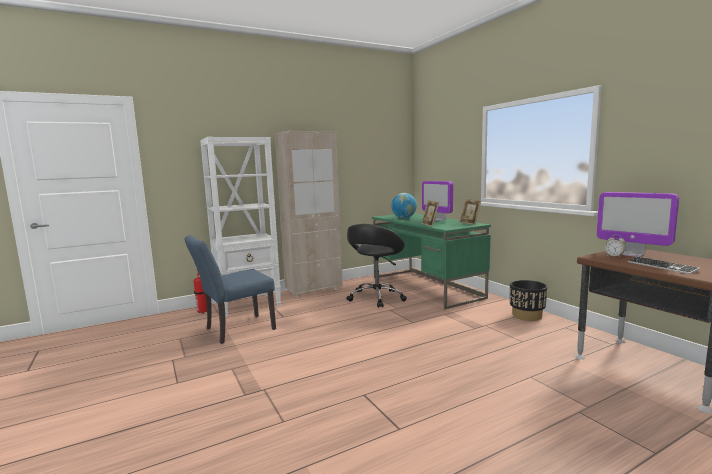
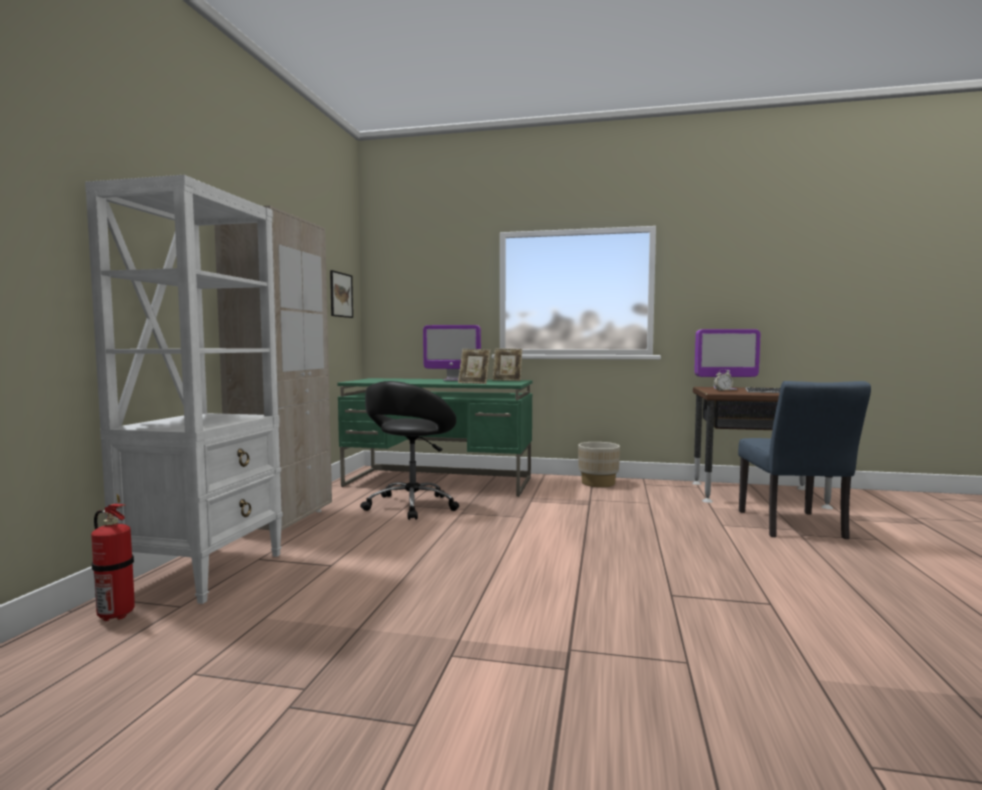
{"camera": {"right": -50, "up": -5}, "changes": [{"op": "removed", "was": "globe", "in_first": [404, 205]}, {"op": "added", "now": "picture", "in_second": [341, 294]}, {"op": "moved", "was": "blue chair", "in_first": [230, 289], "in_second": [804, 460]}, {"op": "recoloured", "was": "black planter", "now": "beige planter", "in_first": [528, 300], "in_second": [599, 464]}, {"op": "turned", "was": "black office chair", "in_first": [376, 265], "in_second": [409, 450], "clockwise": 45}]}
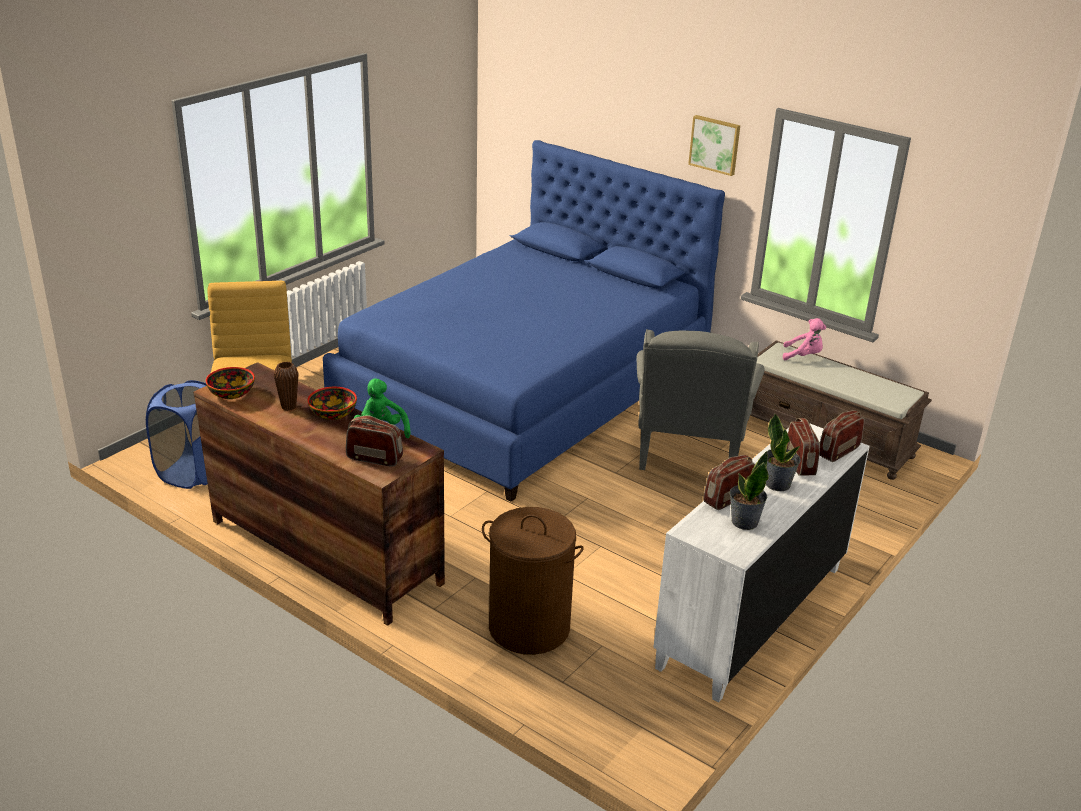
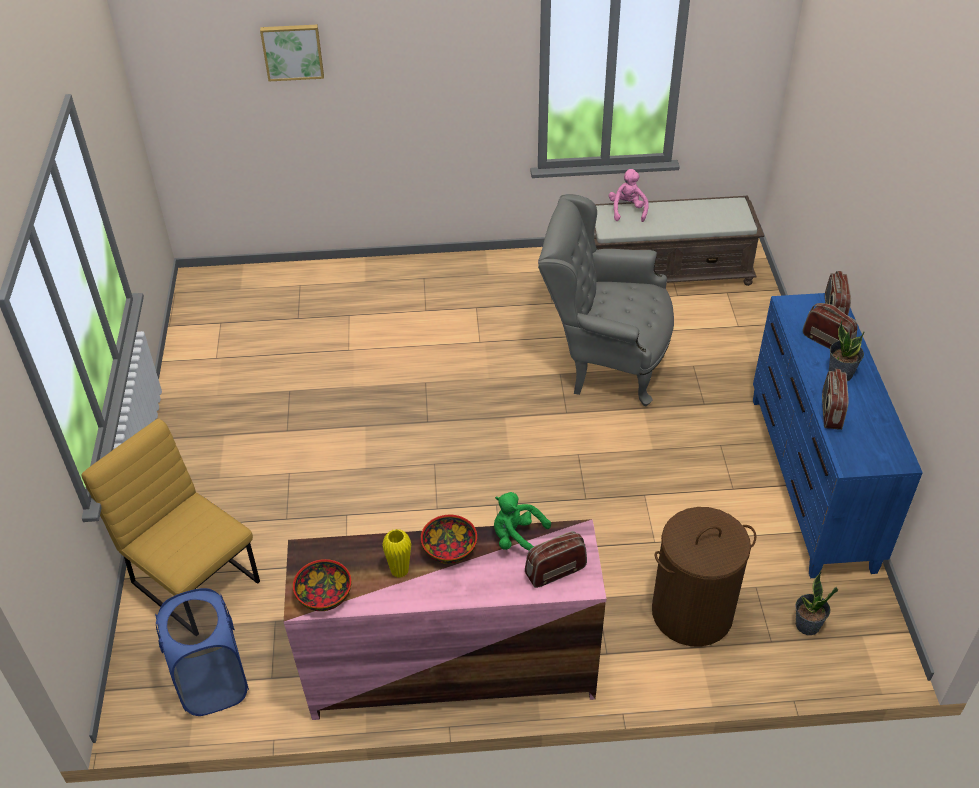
{"camera": {"right": -40, "up": 15}, "changes": [{"op": "removed", "was": "blue bed", "in_first": [524, 321]}, {"op": "moved", "was": "picture", "in_first": [714, 145], "in_second": [292, 52]}, {"op": "moved", "was": "potted plant", "in_first": [749, 490], "in_second": [816, 602]}, {"op": "recoloured", "was": "brown cabinet", "now": "pink cabinet", "in_first": [319, 494], "in_second": [445, 619]}, {"op": "recoloured", "was": "brown vase", "now": "yellow vase", "in_first": [286, 386], "in_second": [396, 553]}, {"op": "recoloured", "was": "white dresser", "now": "blue dresser", "in_first": [761, 563], "in_second": [838, 435]}, {"op": "turned", "was": "grey armchair", "in_first": [701, 399], "in_second": [606, 300], "clockwise": 135}, {"op": "turned", "was": "pink plush toy", "in_first": [804, 339], "in_second": [629, 195], "clockwise": -60}]}
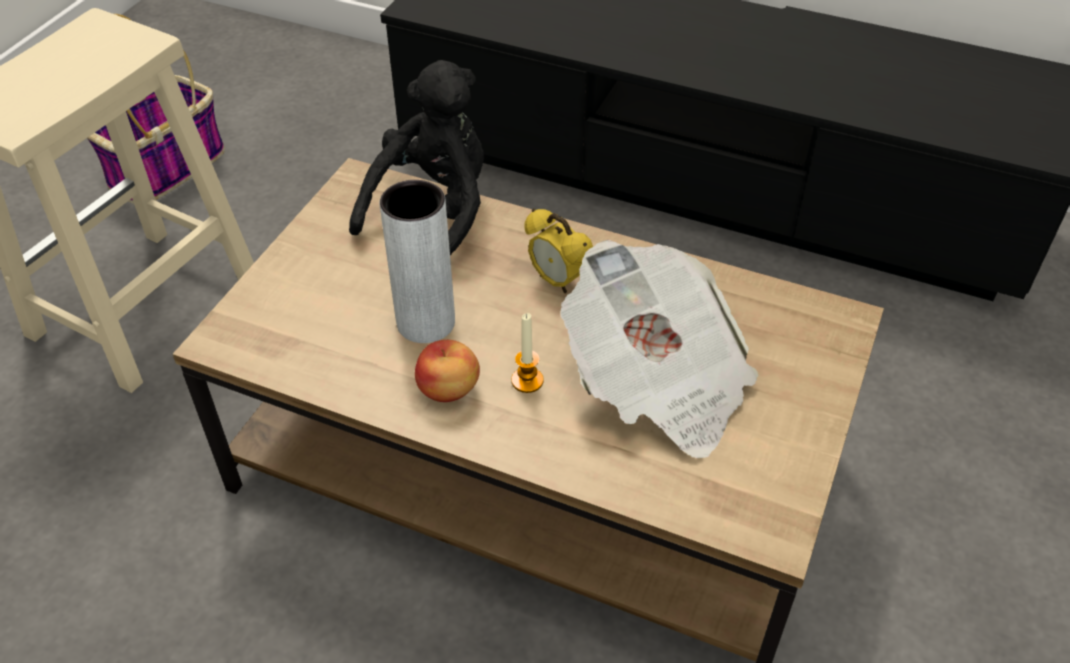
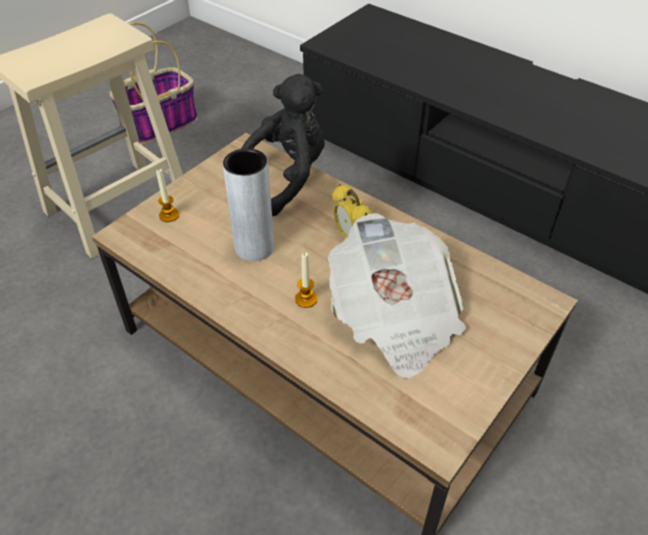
{"camera": {"right": 15, "up": 0}, "changes": [{"op": "removed", "was": "apple", "in_first": [447, 371]}, {"op": "added", "now": "candle", "in_second": [167, 195]}]}
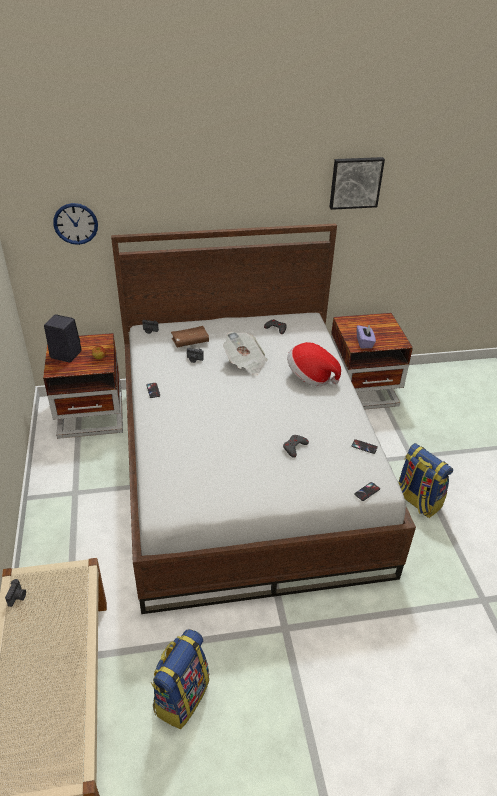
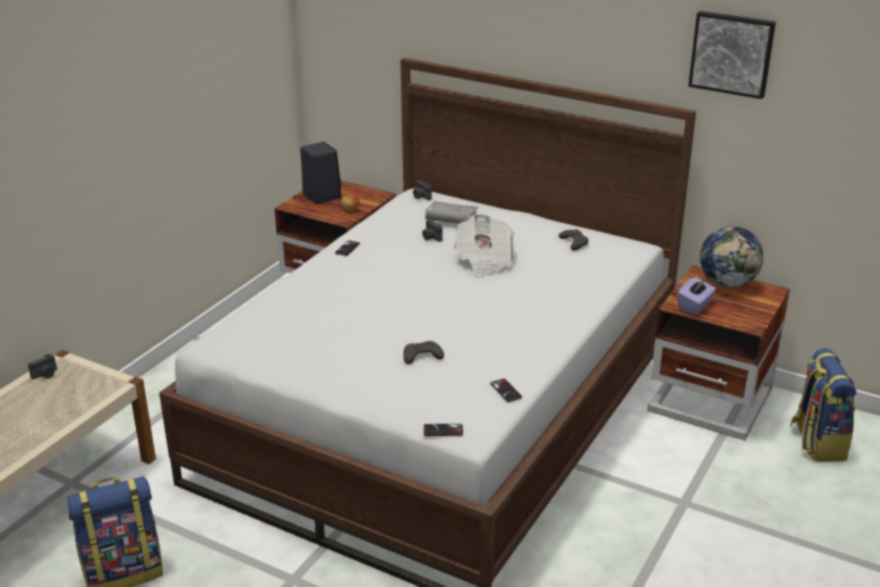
{"camera": {"right": 40, "up": -10}, "changes": [{"op": "removed", "was": "wall clock", "in_first": [75, 224]}, {"op": "removed", "was": "hat", "in_first": [314, 364]}, {"op": "added", "now": "globe", "in_second": [731, 257]}, {"op": "moved", "was": "backpack", "in_first": [425, 480], "in_second": [823, 405]}, {"op": "recoloured", "was": "brown book", "now": "grey book", "in_first": [190, 336], "in_second": [452, 212]}]}
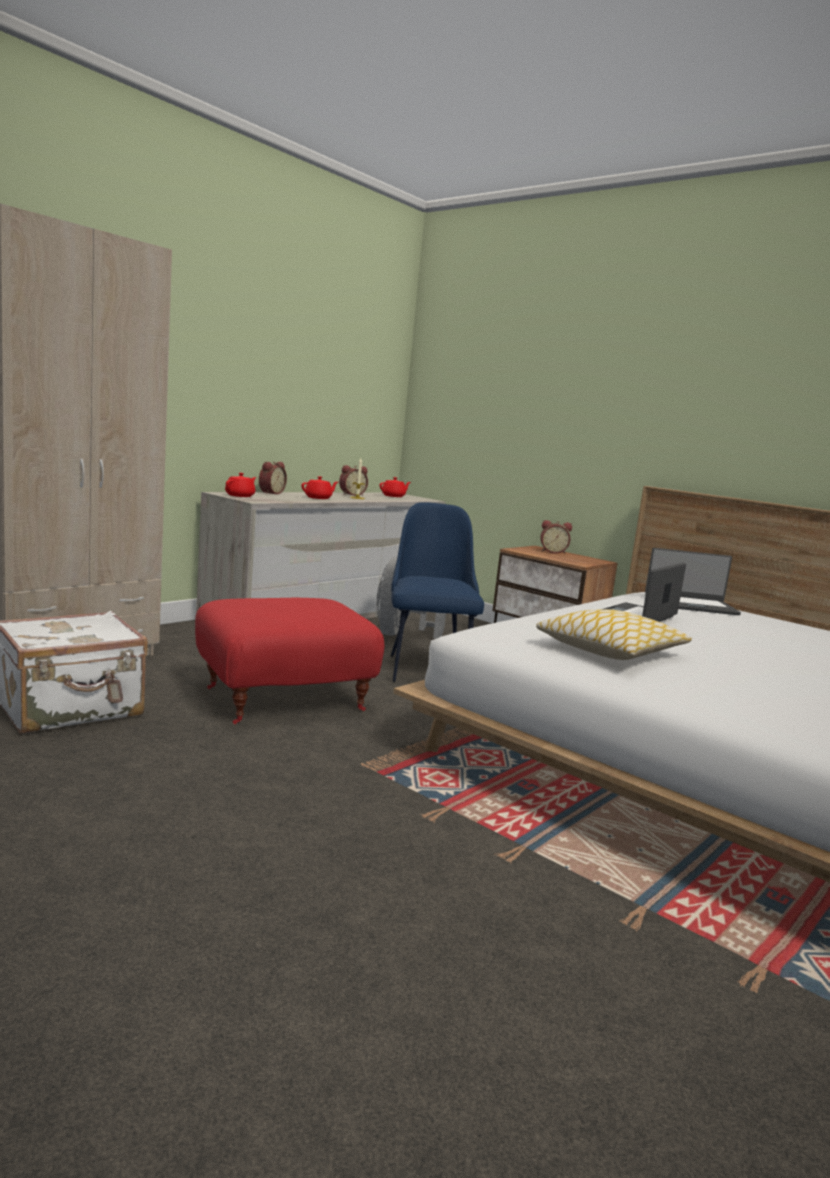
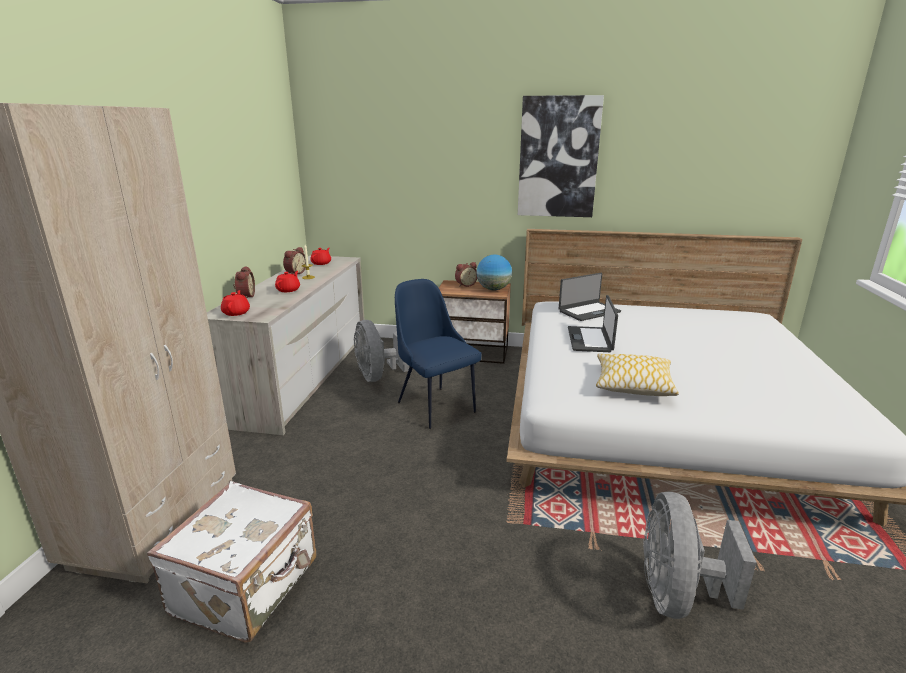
{"camera": {"right": -30, "up": 10}, "changes": [{"op": "removed", "was": "red ottoman", "in_first": [289, 661]}, {"op": "added", "now": "globe", "in_second": [494, 272]}, {"op": "added", "now": "picture", "in_second": [561, 156]}, {"op": "added", "now": "grey fan", "in_second": [700, 555]}]}
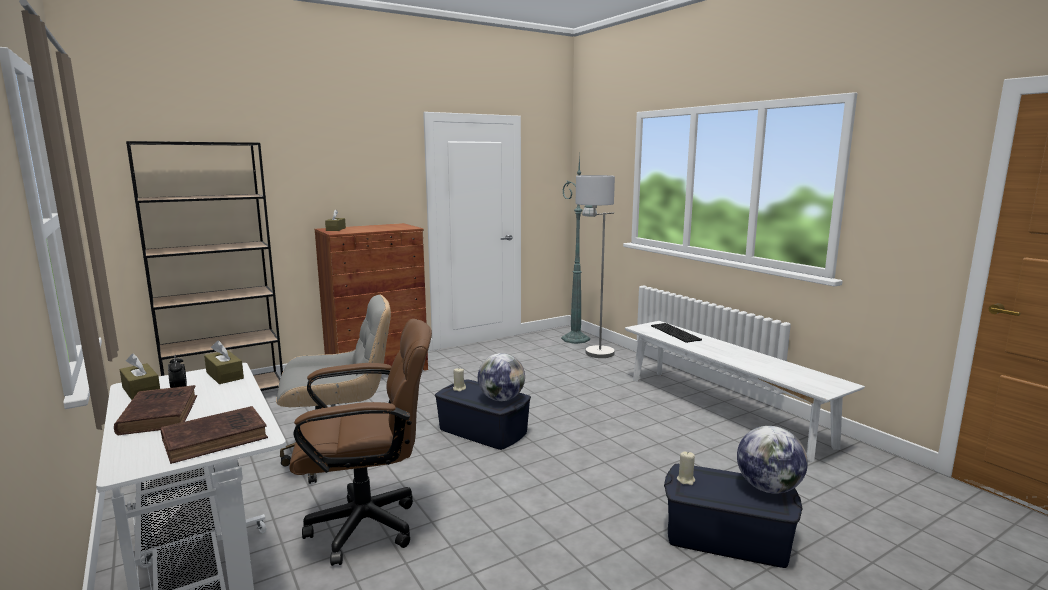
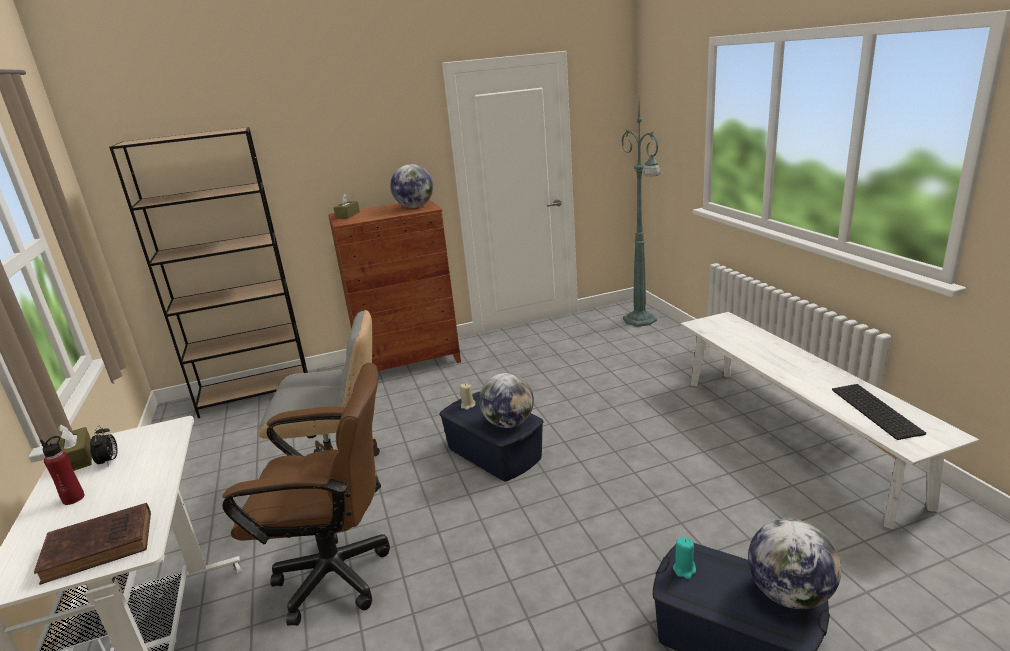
{"camera": {"right": 15, "up": 10}, "changes": [{"op": "removed", "was": "brown tissue box", "in_first": [224, 362]}, {"op": "removed", "was": "grey floor lamp", "in_first": [595, 266]}, {"op": "added", "now": "globe", "in_second": [411, 186]}, {"op": "moved", "was": "keyboard", "in_first": [676, 333], "in_second": [879, 412]}, {"op": "replaced", "was": "brown book", "now": "red bottle", "in_first": [155, 410], "in_second": [62, 470]}, {"op": "recoloured", "was": "beige candle", "now": "turquoise candle", "in_first": [686, 468], "in_second": [684, 558]}]}
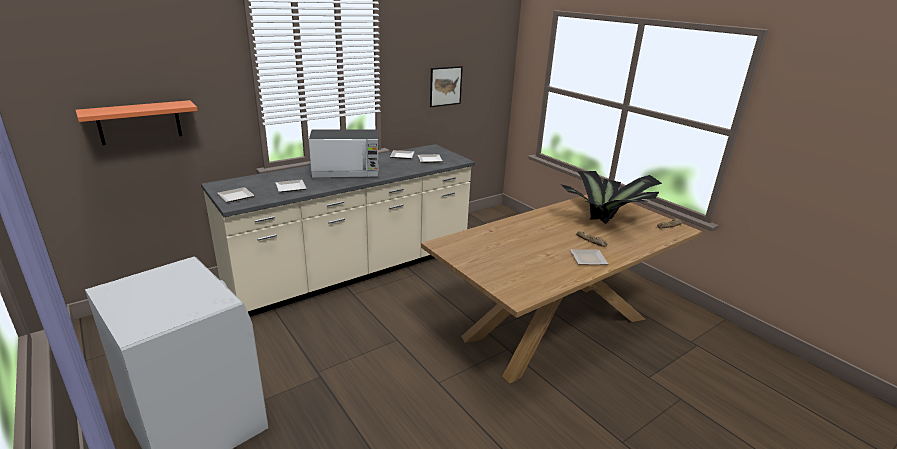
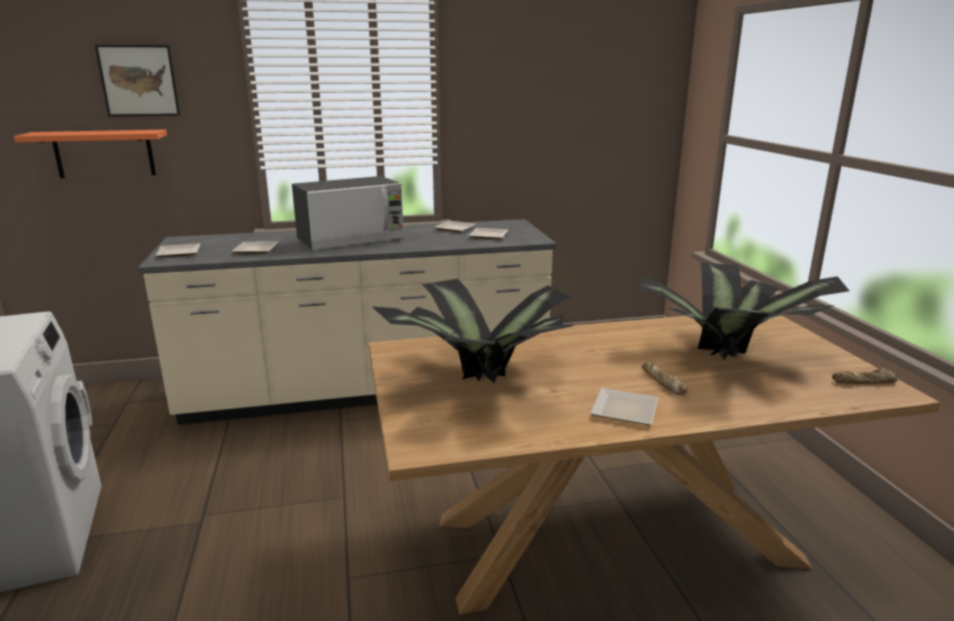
{"camera": {"right": 25, "up": -5}, "changes": [{"op": "added", "now": "potted plant", "in_second": [472, 331]}, {"op": "moved", "was": "picture", "in_first": [446, 86], "in_second": [137, 81]}, {"op": "turned", "was": "microwave", "in_first": [344, 153], "in_second": [348, 213], "clockwise": -45}]}
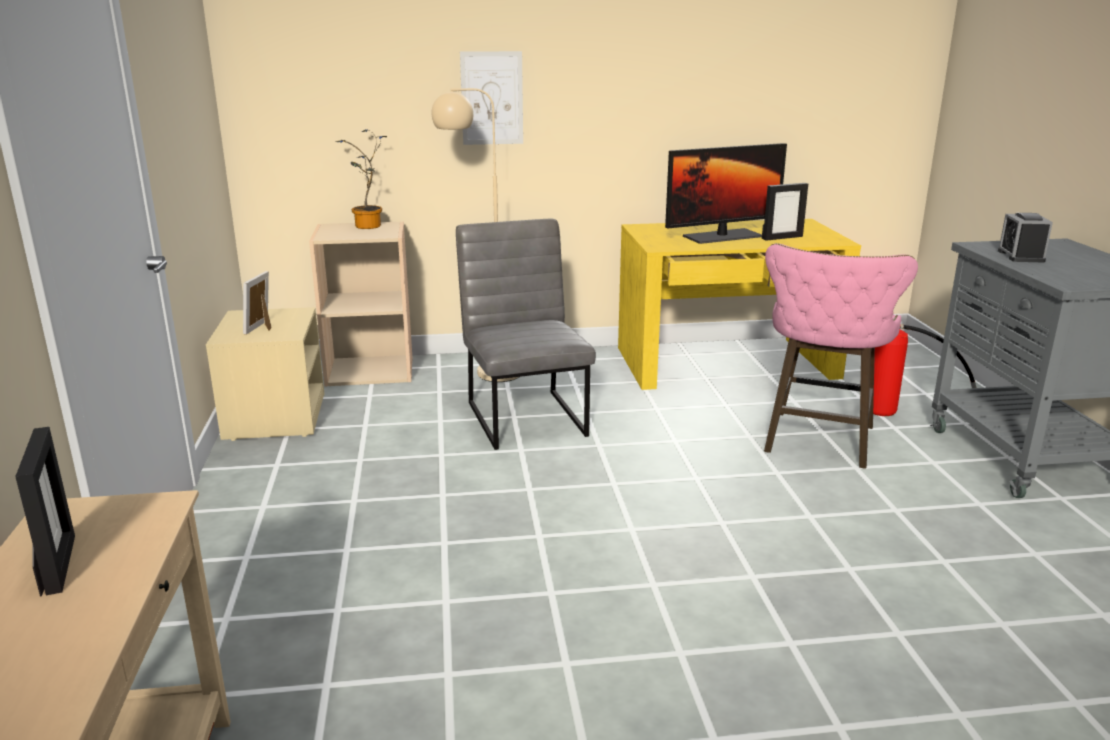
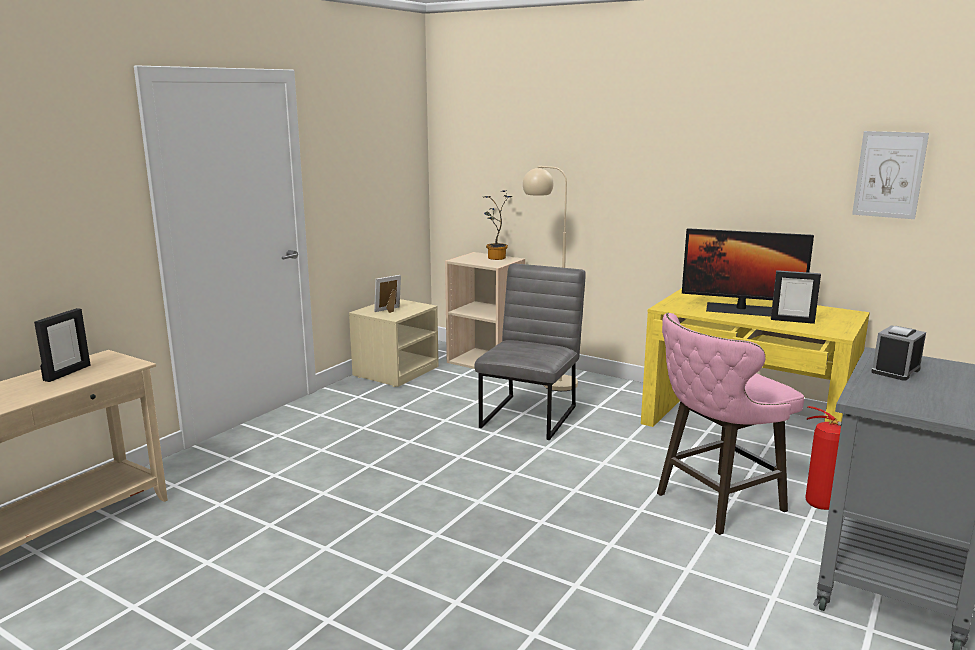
{"camera": {"right": 40, "up": -5}, "changes": [{"op": "moved", "was": "picture", "in_first": [491, 98], "in_second": [890, 175]}]}
